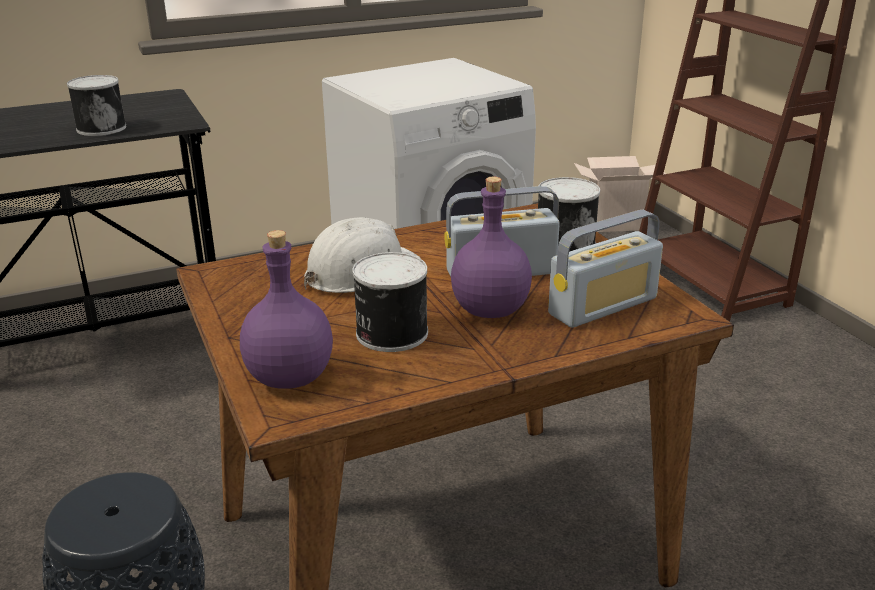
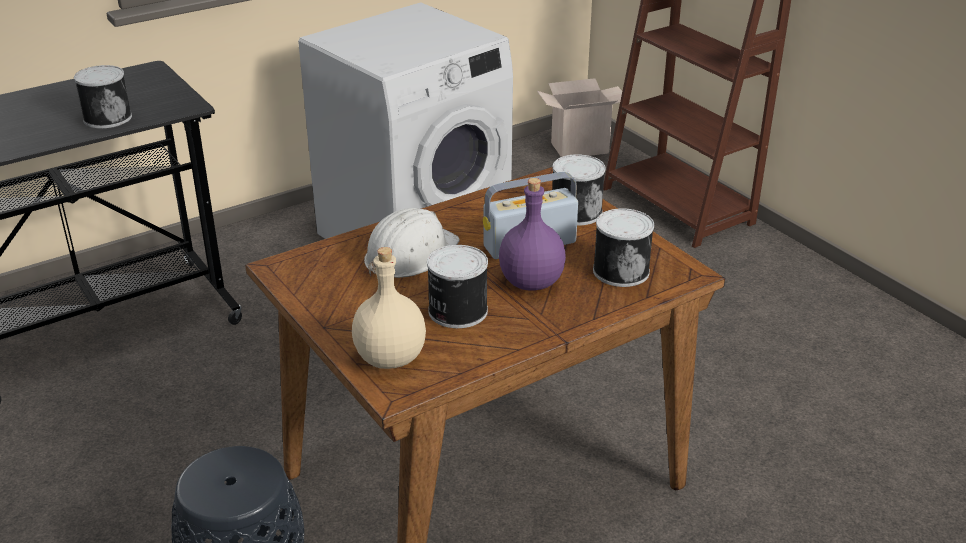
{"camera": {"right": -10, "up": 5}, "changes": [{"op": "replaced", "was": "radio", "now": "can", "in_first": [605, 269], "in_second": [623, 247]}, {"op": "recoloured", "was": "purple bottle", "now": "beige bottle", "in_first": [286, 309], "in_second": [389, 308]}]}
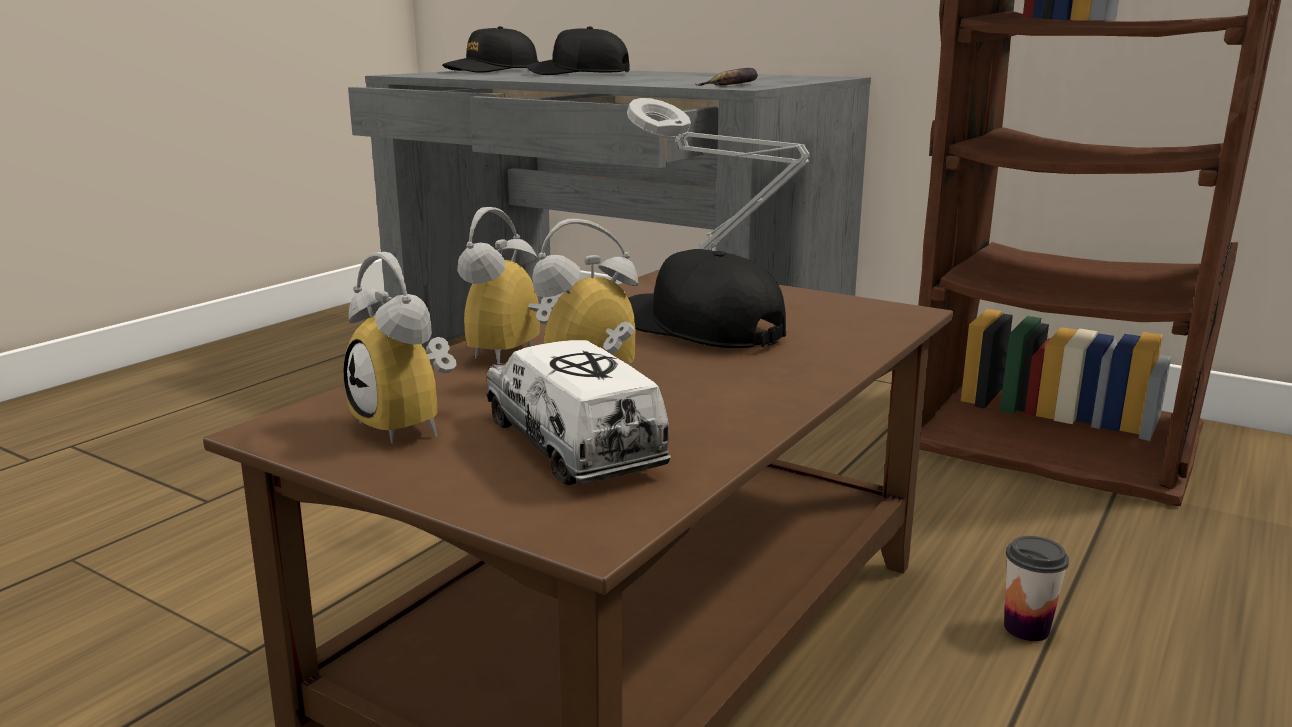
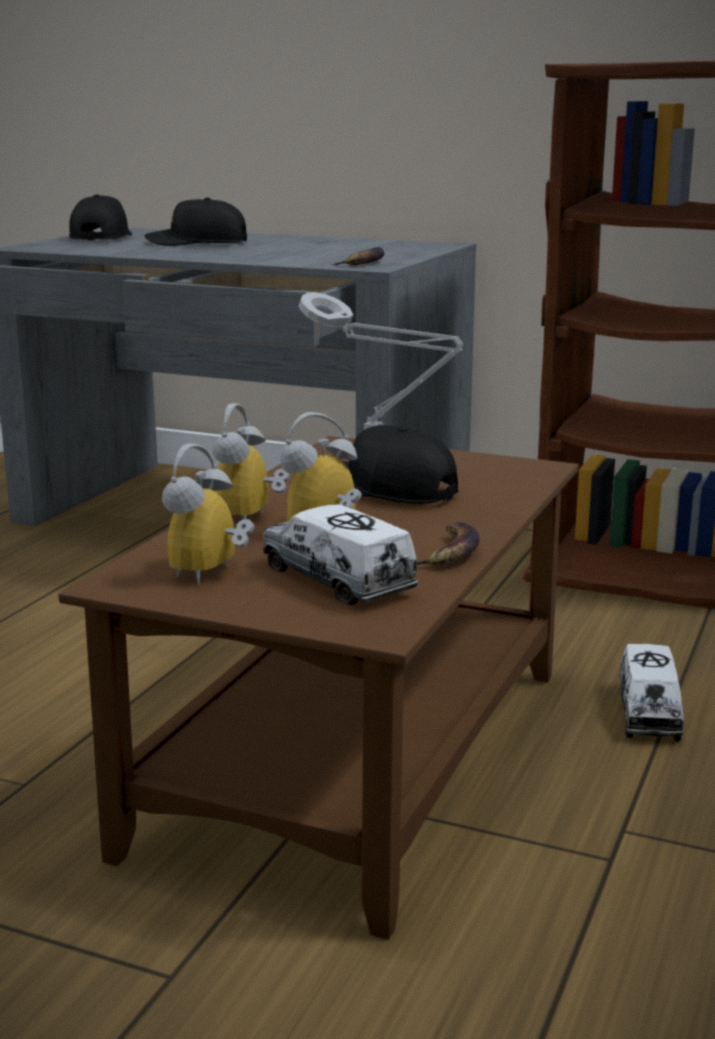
{"camera": {"right": -10, "up": 0}, "changes": [{"op": "added", "now": "banana", "in_second": [448, 544]}, {"op": "replaced", "was": "cup", "now": "toy truck", "in_first": [1036, 588], "in_second": [651, 692]}, {"op": "turned", "was": "alarm clock", "in_first": [400, 347], "in_second": [208, 514], "clockwise": 75}, {"op": "turned", "was": "black cap", "in_first": [490, 49], "in_second": [100, 217], "clockwise": 135}]}
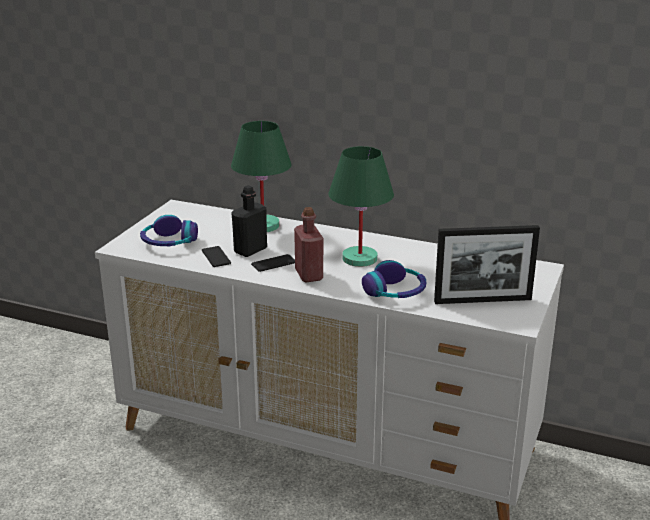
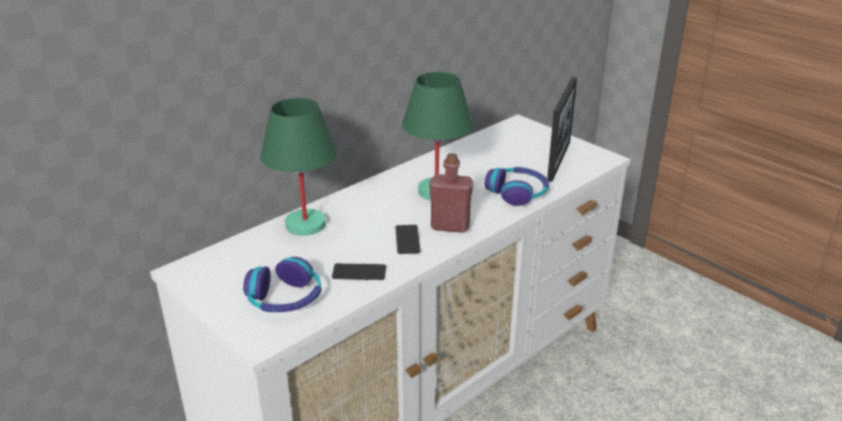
{"camera": {"right": -65, "up": 5}, "changes": [{"op": "removed", "was": "black bottle", "in_first": [249, 221]}]}
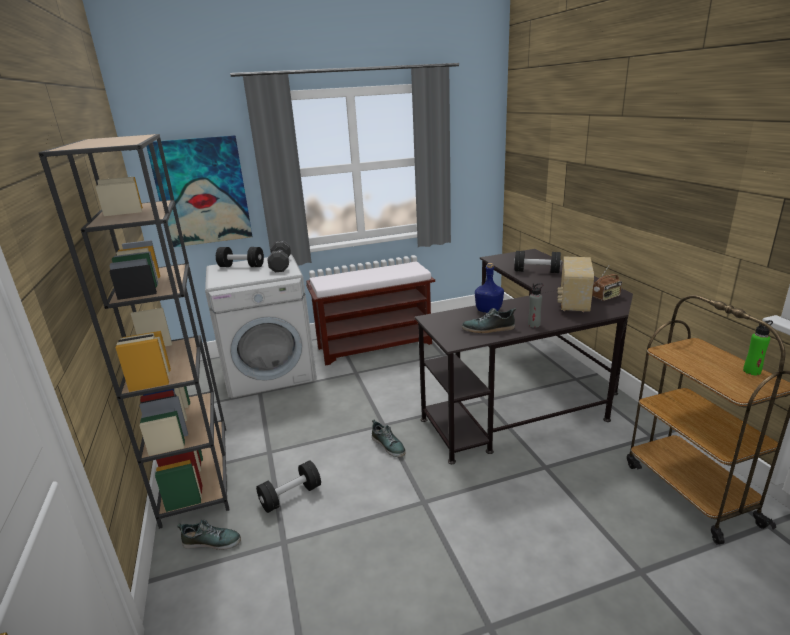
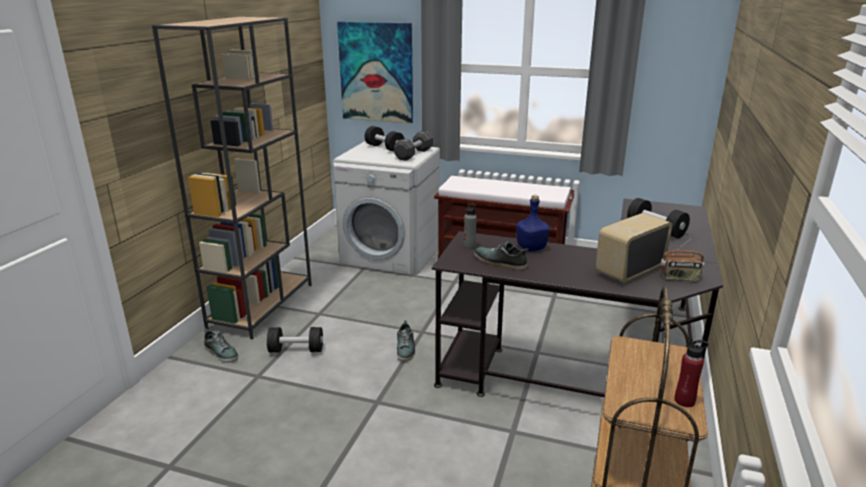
{"camera": {"right": 35, "up": 0}, "changes": [{"op": "moved", "was": "grey bottle", "in_first": [535, 305], "in_second": [470, 225]}, {"op": "recoloured", "was": "green bottle", "now": "red bottle", "in_first": [758, 347], "in_second": [691, 372]}]}
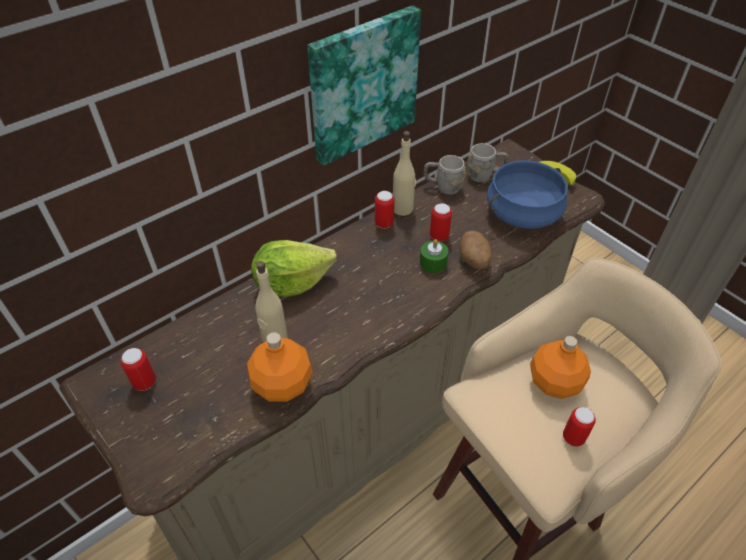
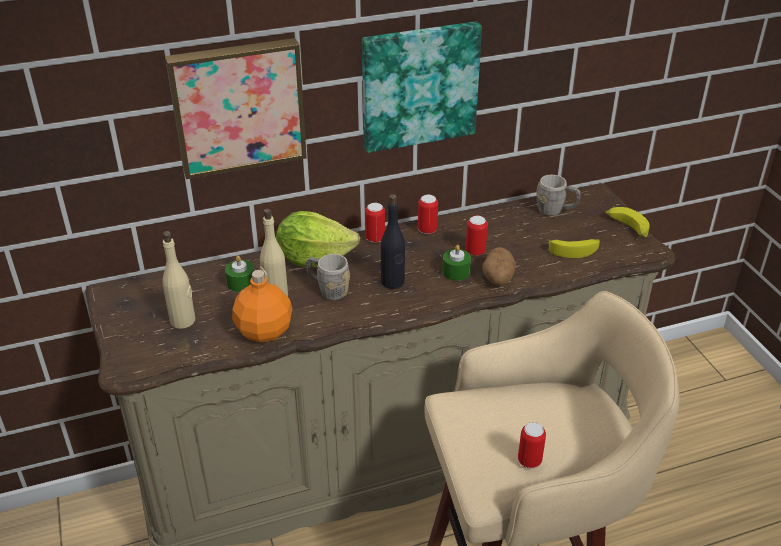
{"camera": {"right": 20, "up": -10}, "changes": [{"op": "removed", "was": "orange bottle", "in_first": [560, 367]}, {"op": "added", "now": "picture", "in_second": [236, 108]}, {"op": "added", "now": "green candle", "in_second": [239, 274]}, {"op": "added", "now": "black bottle", "in_second": [393, 241]}, {"op": "moved", "was": "can", "in_first": [138, 369], "in_second": [375, 223]}, {"op": "moved", "was": "beige bottle", "in_first": [404, 173], "in_second": [179, 280]}, {"op": "moved", "was": "grey mug", "in_first": [445, 175], "in_second": [328, 277]}, {"op": "replaced", "was": "blue cooking pot", "now": "banana", "in_first": [527, 194], "in_second": [573, 248]}]}
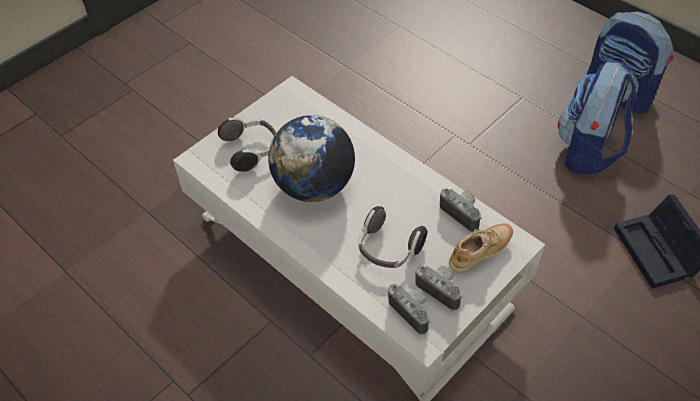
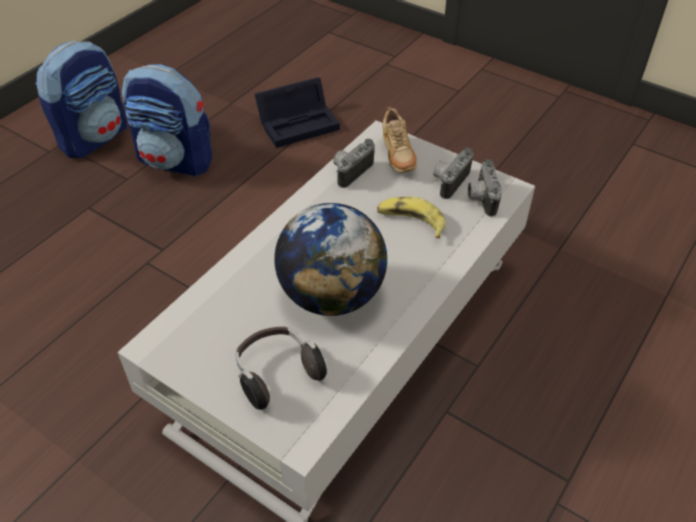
{"camera": {"right": -100, "up": -5}, "changes": [{"op": "replaced", "was": "headphones", "now": "banana", "in_first": [393, 237], "in_second": [411, 217]}, {"op": "turned", "was": "photo camera", "in_first": [409, 309], "in_second": [485, 188], "clockwise": -45}, {"op": "turned", "was": "beige shoe", "in_first": [481, 248], "in_second": [399, 140], "clockwise": -150}]}
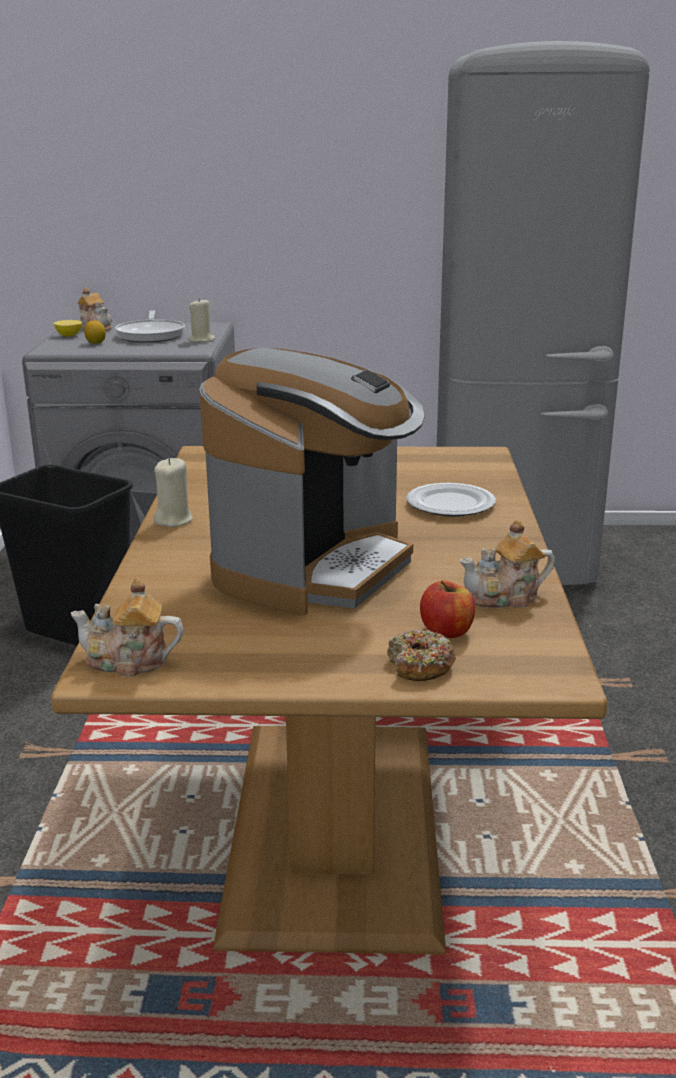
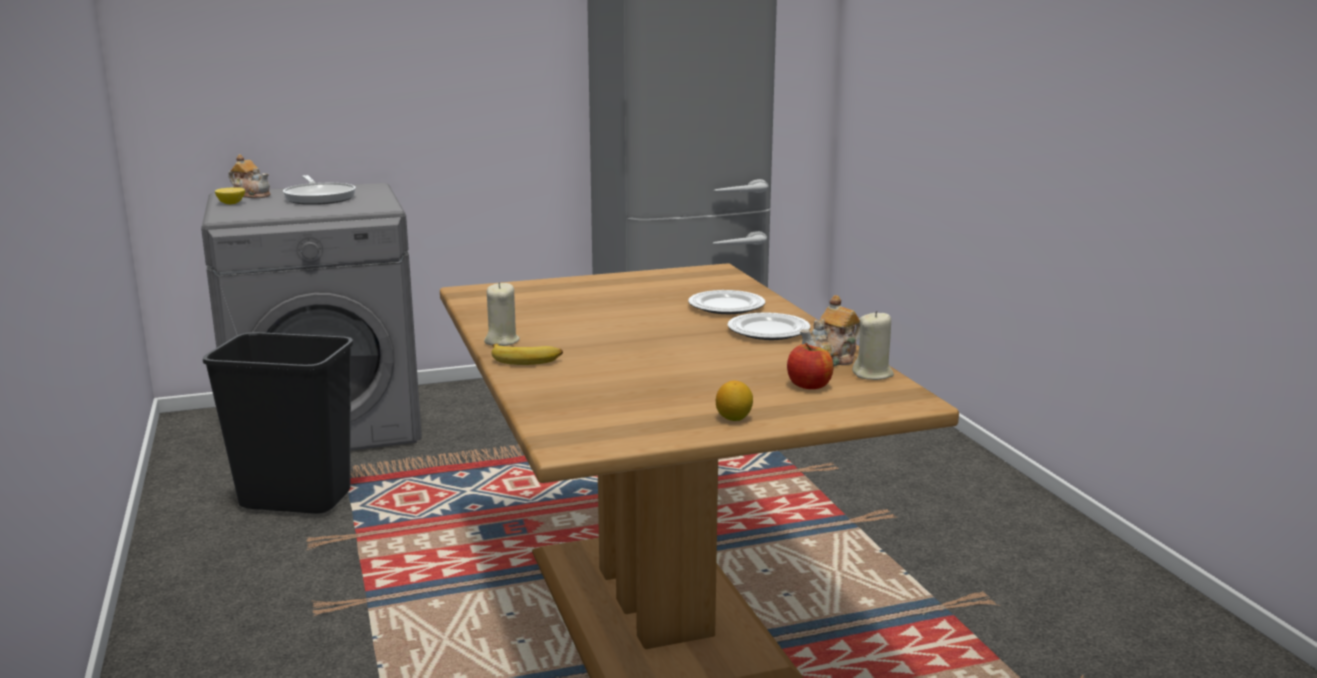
{"camera": {"right": -20, "up": -5}, "changes": [{"op": "removed", "was": "teapot", "in_first": [127, 627]}, {"op": "removed", "was": "coffee machine", "in_first": [312, 481]}, {"op": "removed", "was": "donut", "in_first": [421, 655]}, {"op": "added", "now": "banana", "in_second": [527, 354]}, {"op": "added", "now": "plate", "in_second": [769, 326]}, {"op": "moved", "was": "lemon", "in_first": [95, 332], "in_second": [734, 401]}, {"op": "moved", "was": "beige candle", "in_first": [202, 320], "in_second": [873, 345]}]}
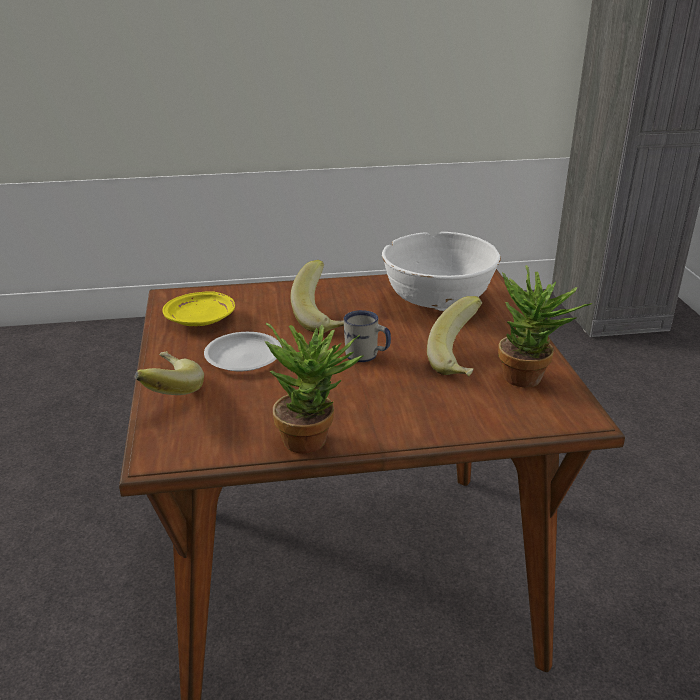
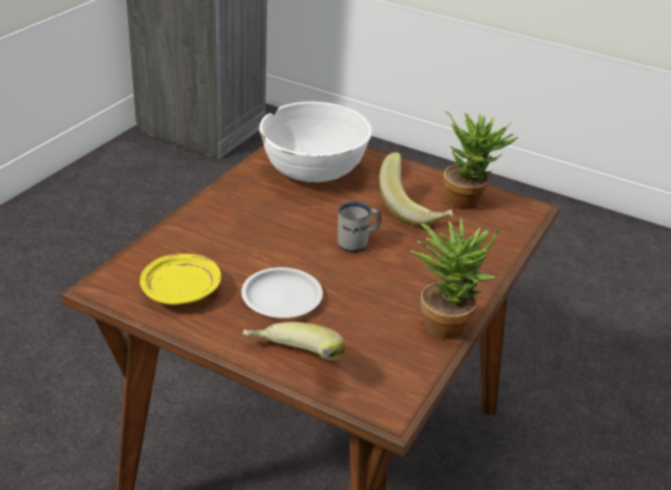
{"camera": {"right": -55, "up": 5}, "changes": [{"op": "removed", "was": "banana", "in_first": [317, 296]}]}
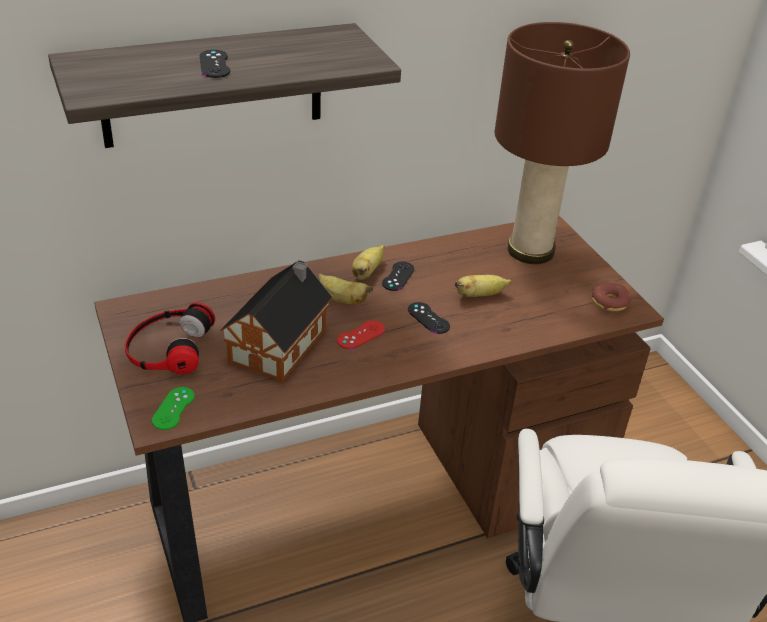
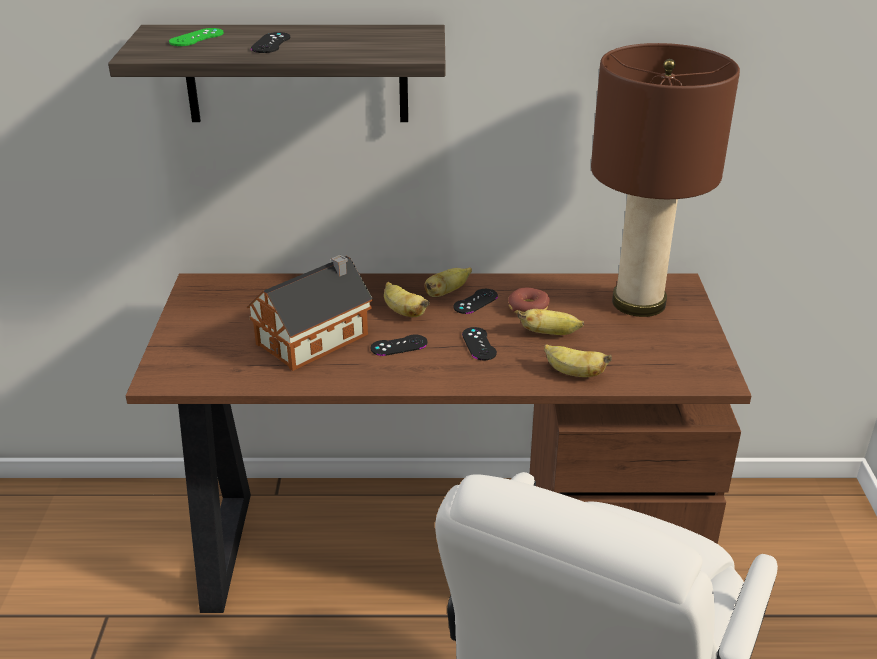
{"camera": {"right": 25, "up": -5}, "changes": [{"op": "removed", "was": "headphones", "in_first": [170, 338]}, {"op": "added", "now": "banana", "in_second": [578, 360]}, {"op": "moved", "was": "green game controller", "in_first": [173, 408], "in_second": [196, 37]}, {"op": "moved", "was": "donut", "in_first": [611, 297], "in_second": [529, 301]}, {"op": "recoloured", "was": "red game controller", "now": "black game controller", "in_first": [361, 334], "in_second": [399, 345]}]}
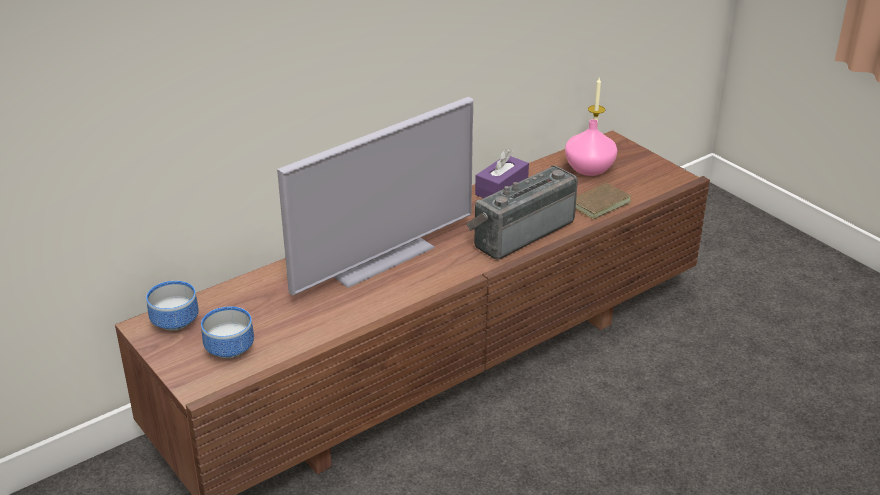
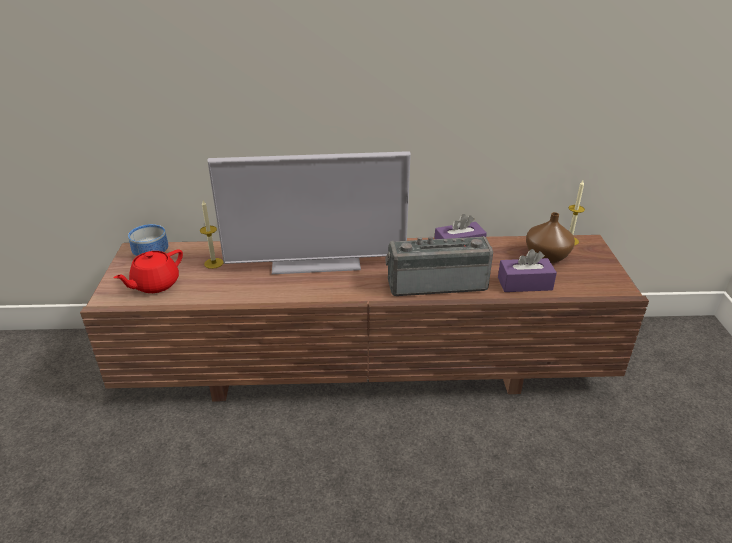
{"camera": {"right": 35, "up": 0}, "changes": [{"op": "added", "now": "candle", "in_second": [211, 234]}, {"op": "replaced", "was": "bowl", "now": "red teapot", "in_first": [227, 332], "in_second": [148, 271]}, {"op": "replaced", "was": "brown book", "now": "purple tissue box", "in_first": [603, 201], "in_second": [527, 270]}, {"op": "recoloured", "was": "pink vase", "now": "brown vase", "in_first": [591, 147], "in_second": [550, 237]}]}
